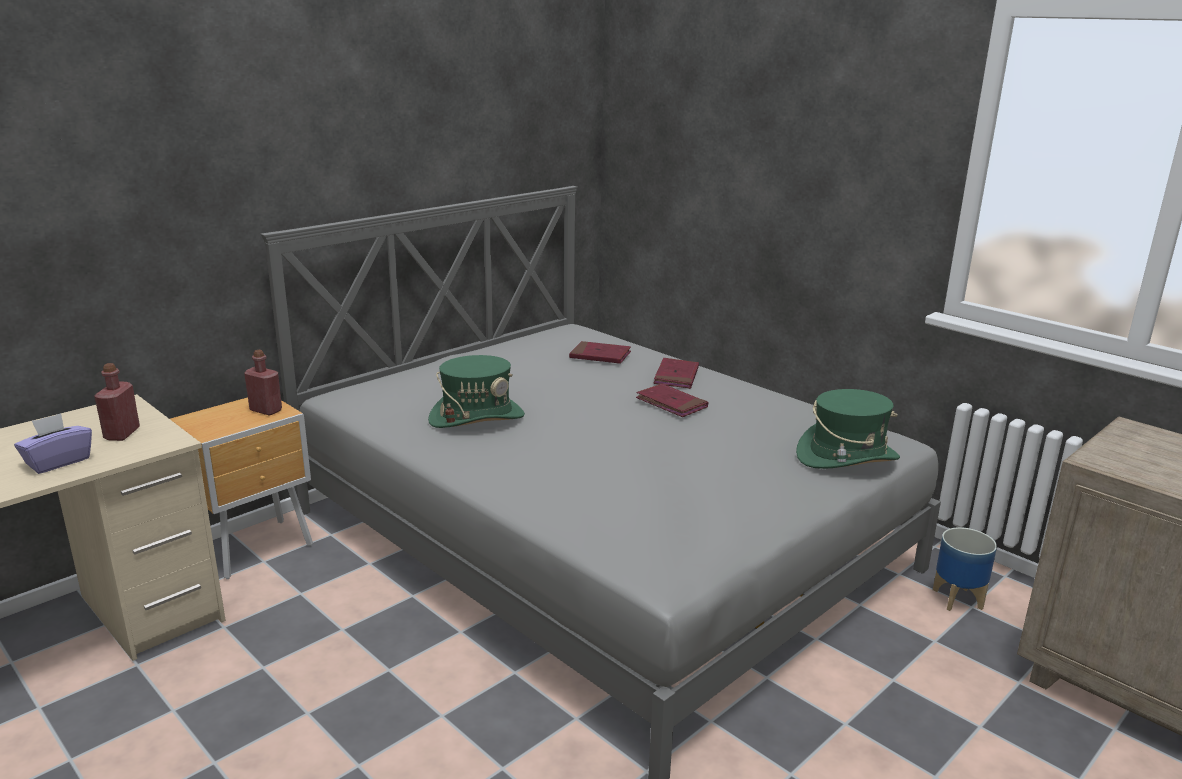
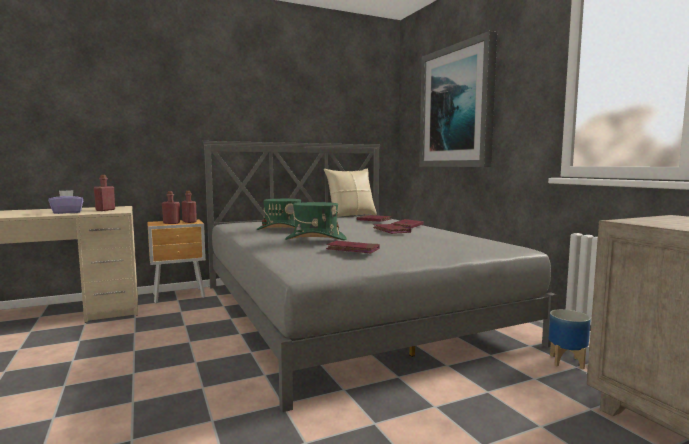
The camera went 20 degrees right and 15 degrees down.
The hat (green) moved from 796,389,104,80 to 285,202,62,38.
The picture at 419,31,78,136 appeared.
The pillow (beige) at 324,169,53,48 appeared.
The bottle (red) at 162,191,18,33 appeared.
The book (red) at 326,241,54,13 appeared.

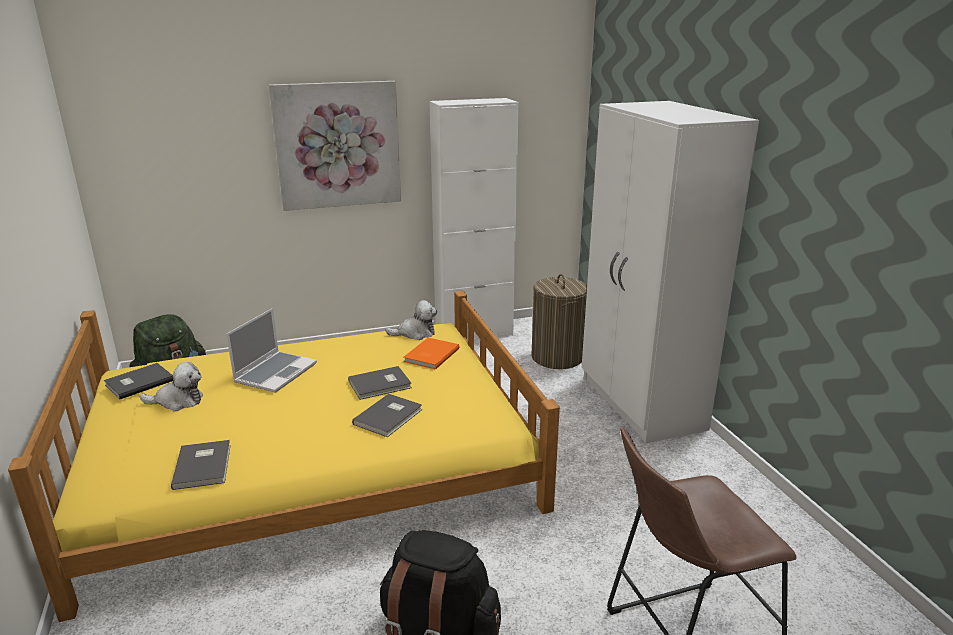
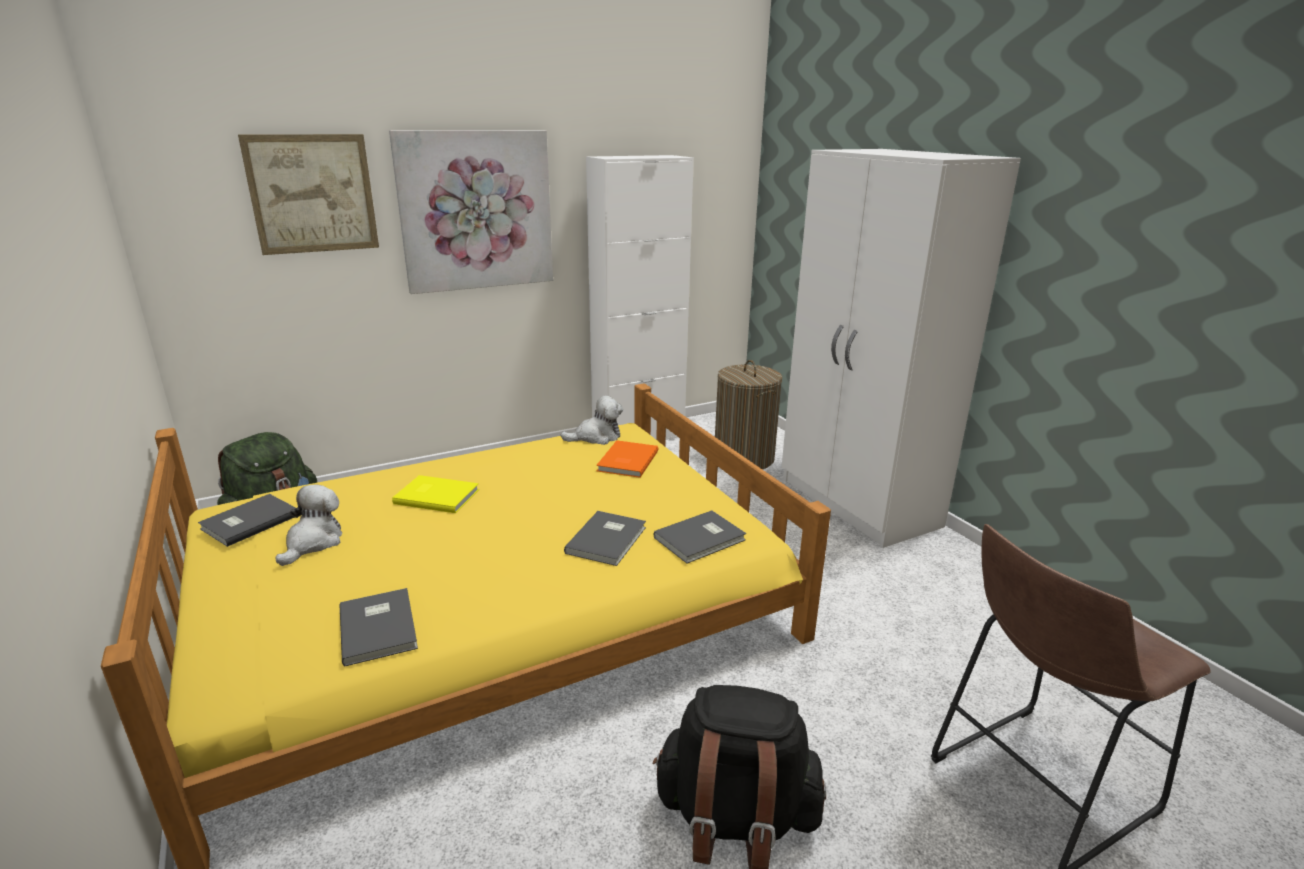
The camera went 10 degrees left and 0 degrees up.
The laptop at 226,308,91,85 was replaced by the book (yellow) at 392,475,87,38.
The plush toy at 139,362,64,49 turned 60 degrees counterclockwise.
The book (grey) moved from 348,366,64,34 to 654,510,92,53.
The picture at 238,134,141,121 appeared.

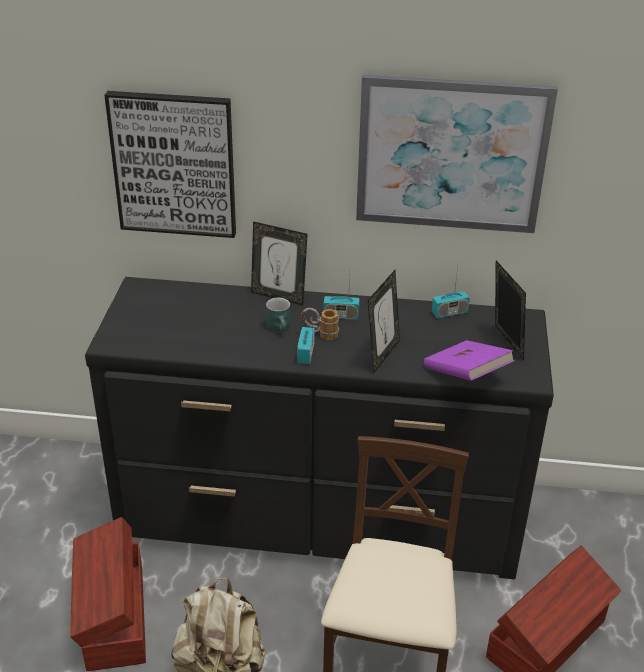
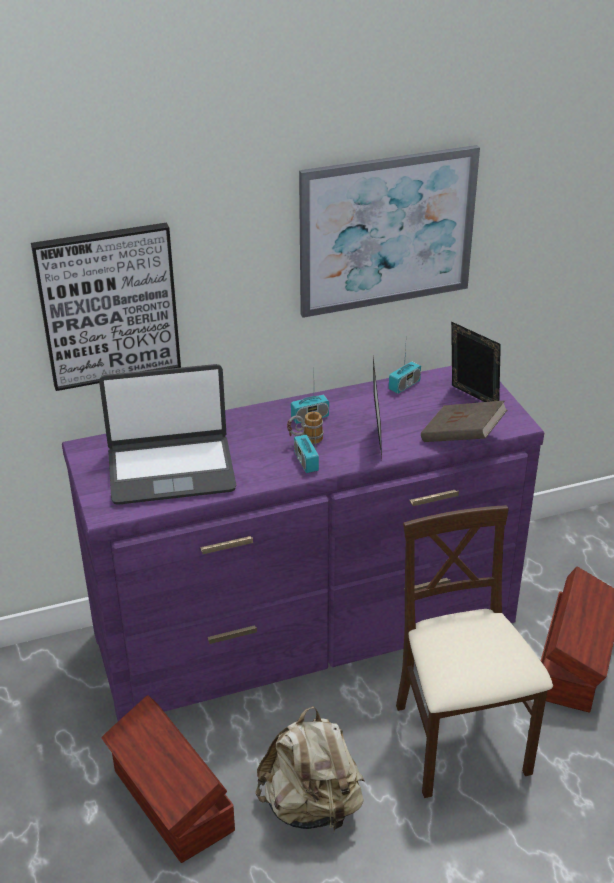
The camera went 25 degrees left and 0 degrees up.
The picture frame at 251,221,57,85 disappeared.
The dresser (black) at 85,277,469,302 became the dresser (purple) at 62,366,482,355.
The mug (turquoise) at 266,298,24,34 disappeared.
The book (purple) at 424,340,91,41 became the book (brown) at 421,401,86,41.
The laptop at 99,364,137,141 appeared.

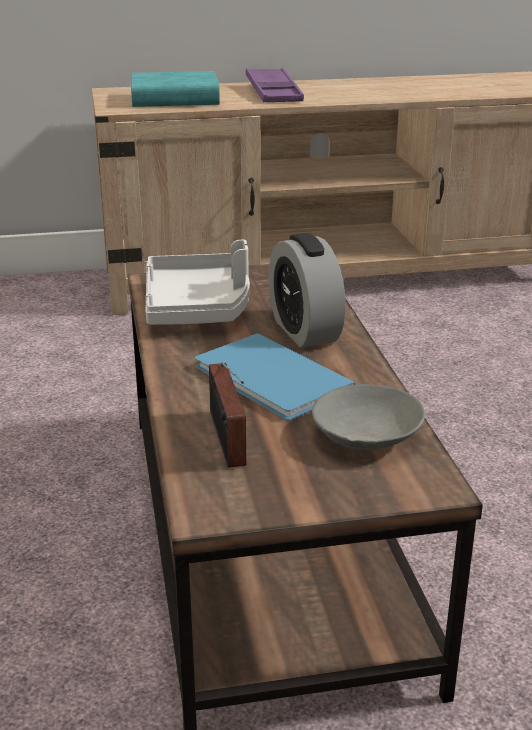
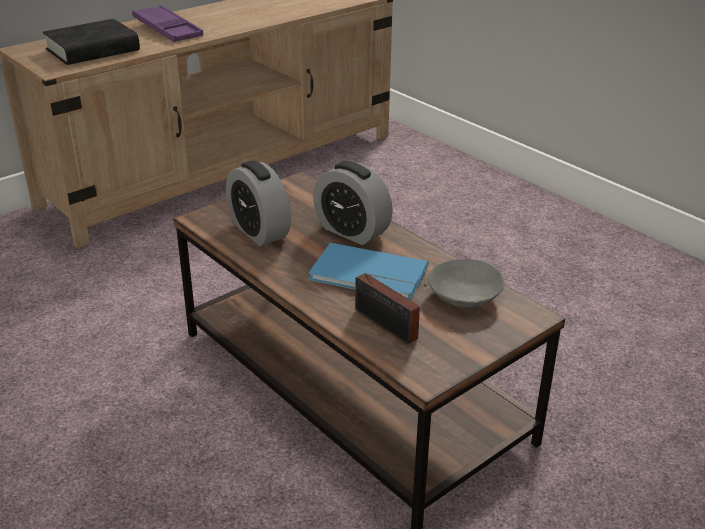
The camera went 30 degrees left and 5 degrees up.
The book (turquoise) at 131,71,89,36 became the book (black) at 43,19,97,46.
The tray (grey) at 145,240,105,85 was replaced by the alarm clock at 226,160,65,86.

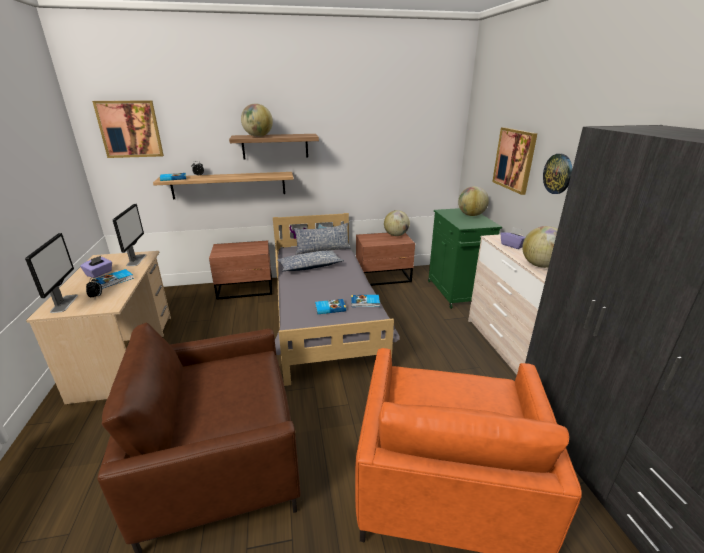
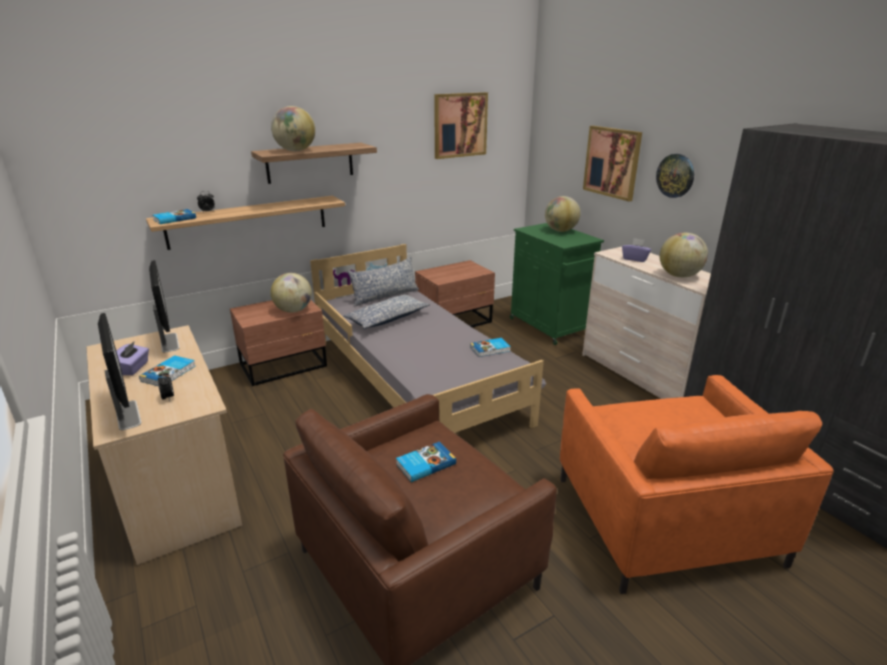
The camera went 20 degrees left and 0 degrees up.
The picture moved from 92,100,72,58 to 434,92,54,67.
The globe moved from 384,210,26,26 to 271,273,41,40.
The book moved from 315,299,31,15 to 396,441,60,41.

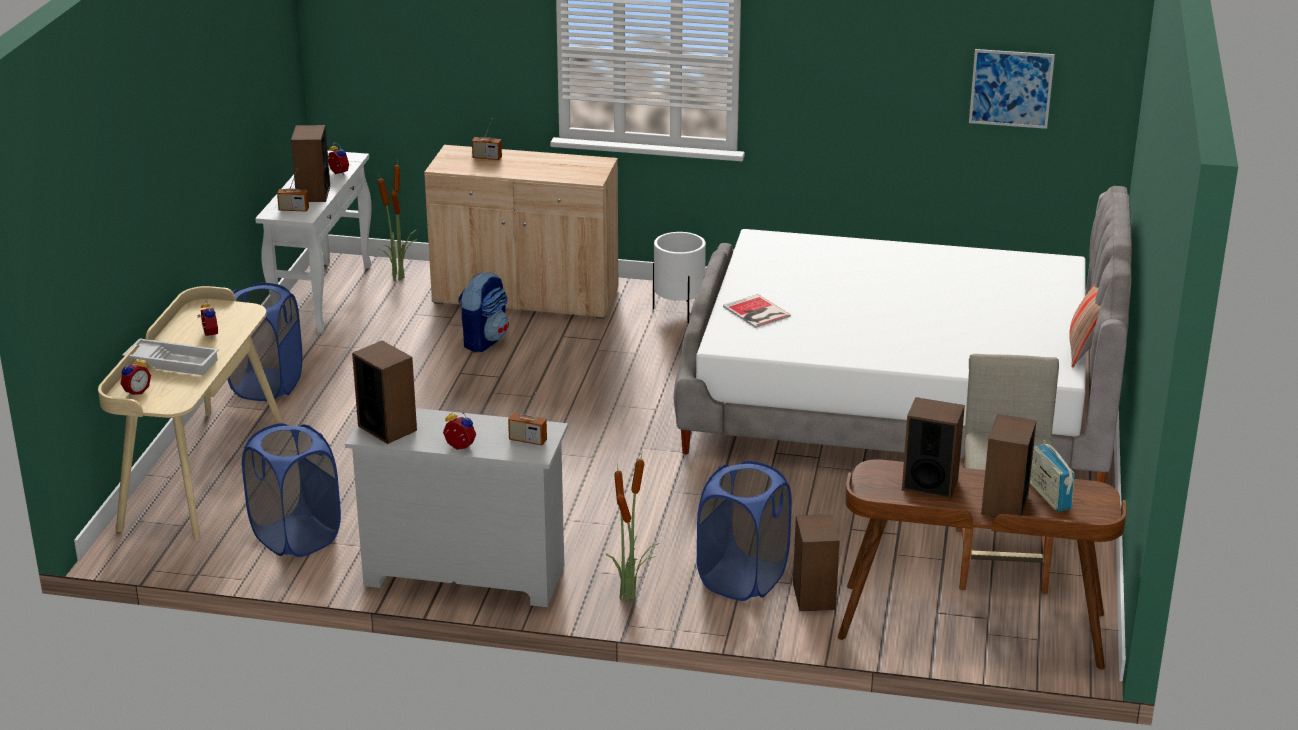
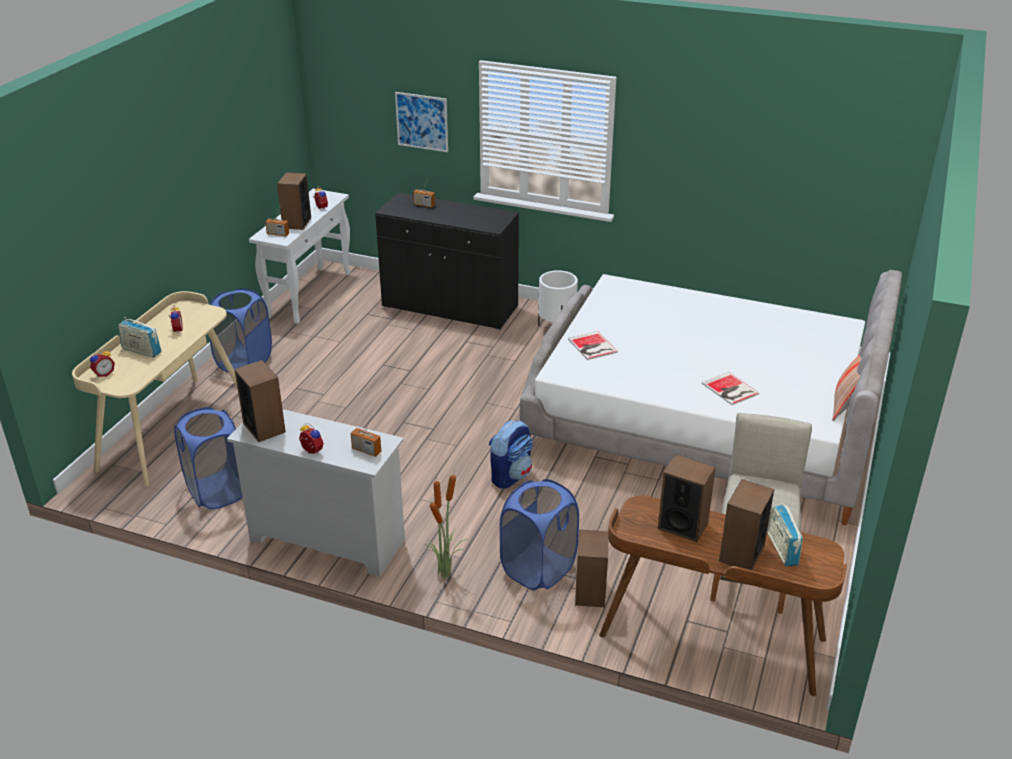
The camera went 10 degrees right and 5 degrees up.
The picture moved from 969,49,86,80 to 395,92,53,60.
The cabinet (beige) at 424,145,195,174 became the cabinet (black) at 375,193,144,137.
The potted plant at 378,159,39,122 disappeared.
The backpack moved from 458,271,51,81 to 489,421,44,68.
The tray (white) at 122,338,97,37 was replaced by the radio at 118,317,44,41.
The book at 702,372,58,33 appeared.

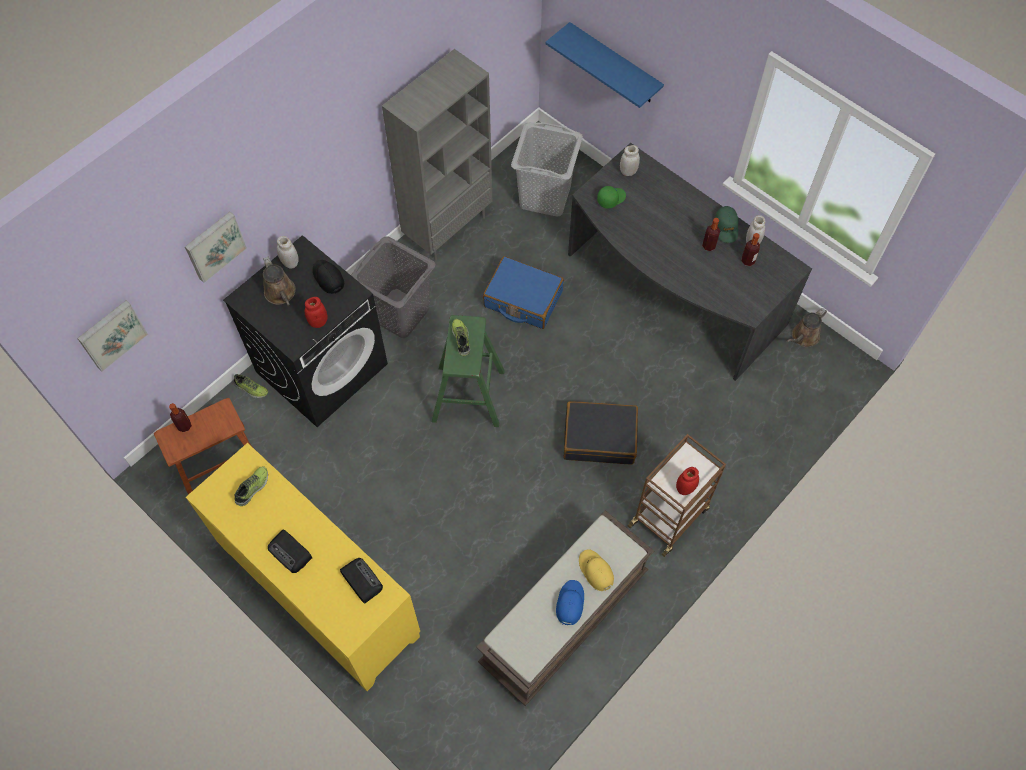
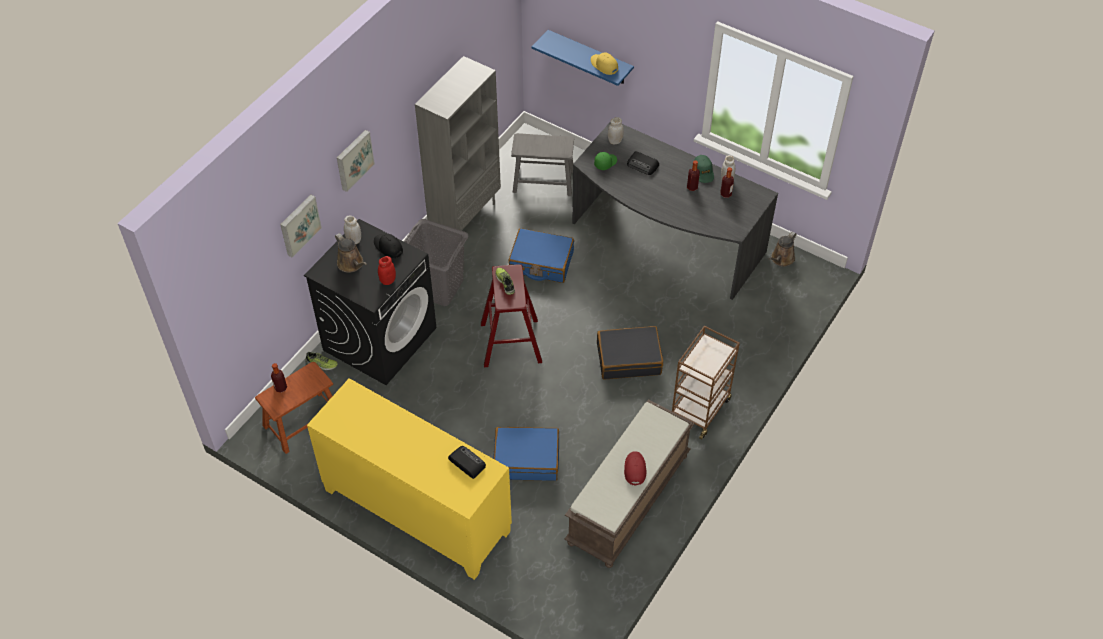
The camera went 10 degrees left and 10 degrees down.
The laundry basket (grey) at 511,122,72,95 was replaced by the stool (grey) at 511,133,63,63.
The picture moved from 77,301,71,70 to 337,130,38,62.
The stool (green) at 432,315,73,112 became the stool (red) at 481,264,61,103.
The shoe at 234,466,34,40 disappeared.
The jar (red) at 676,467,23,28 disappeared.
The radio moved from 268,530,44,43 to 627,151,32,24.
The cap (yellow) moved from 579,549,35,42 to 591,52,27,23.
The cap (blue) at 556,580,28,45 became the cap (red) at 624,451,23,34.
The suitcase (blue) at 493,427,66,54 appeared.

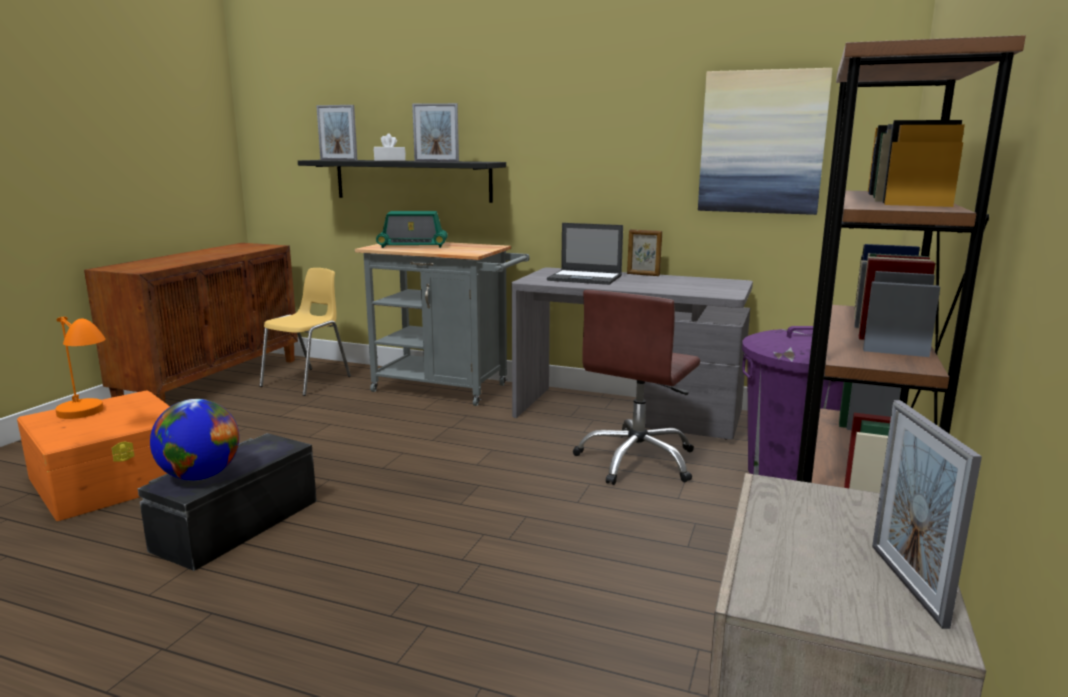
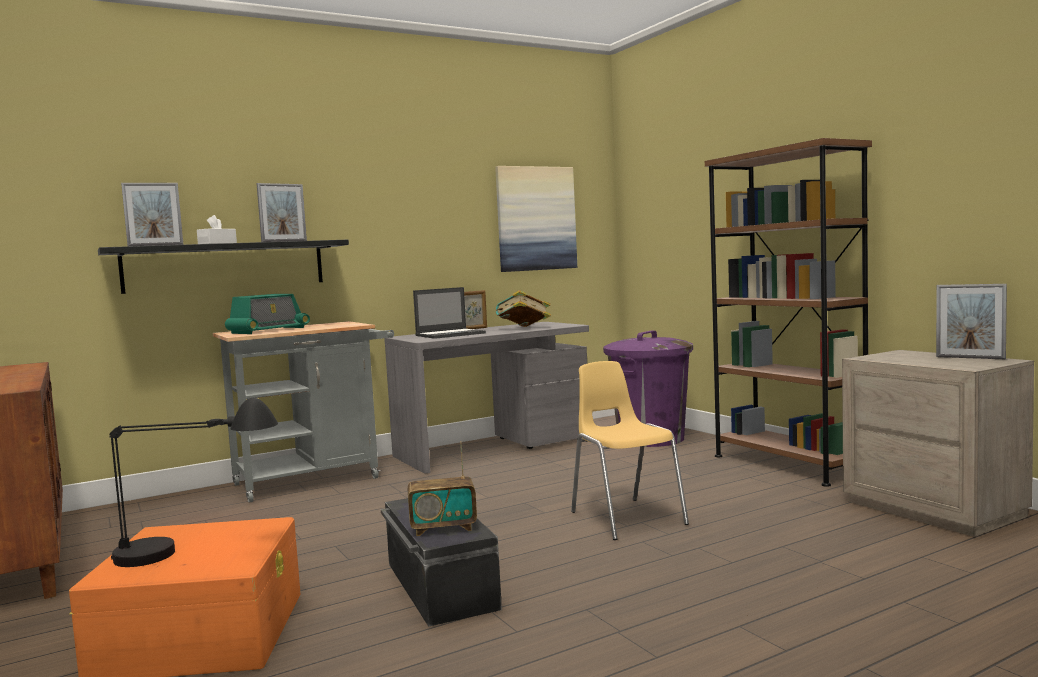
The camera went 50 degrees left and 10 degrees down.
The chair (yellow) moved from 260,268,91,128 to 571,361,118,179.
The office chair (brown) at 573,290,127,195 disappeared.
The table lamp (orange) at 55,316,51,103 became the table lamp (black) at 109,398,169,169.
The globe at 150,399,89,82 was replaced by the radio at 408,441,69,95.
The book at 496,290,55,37 appeared.

